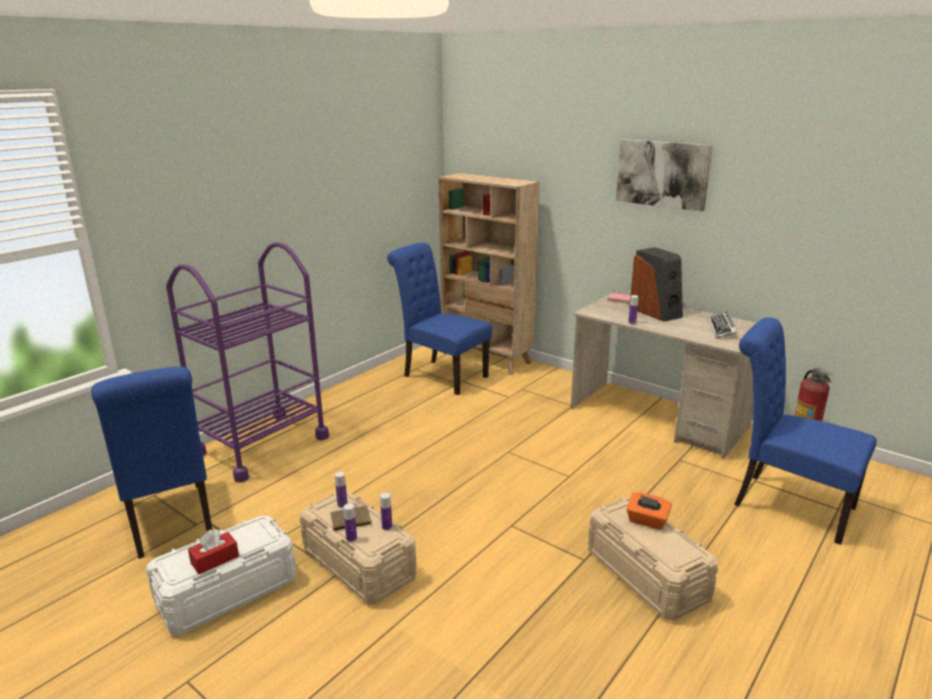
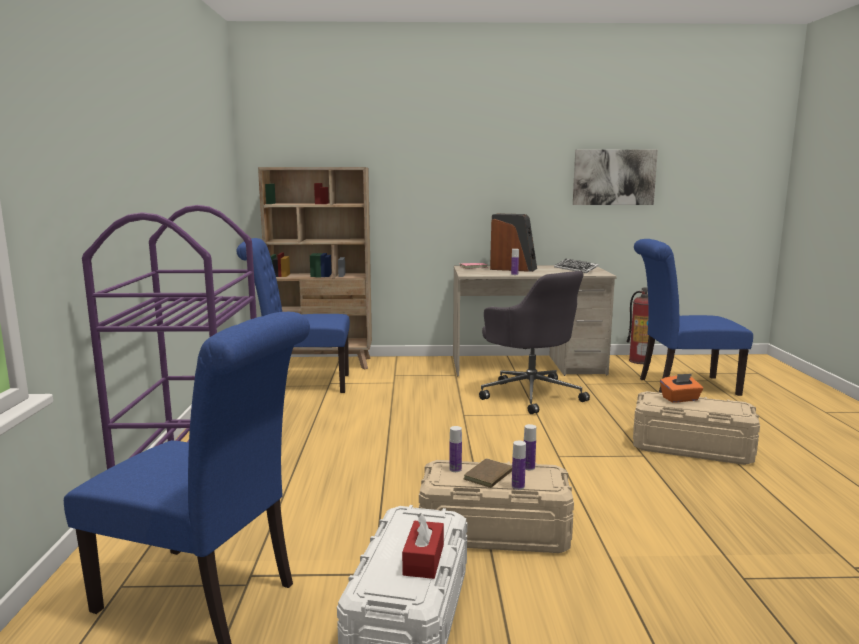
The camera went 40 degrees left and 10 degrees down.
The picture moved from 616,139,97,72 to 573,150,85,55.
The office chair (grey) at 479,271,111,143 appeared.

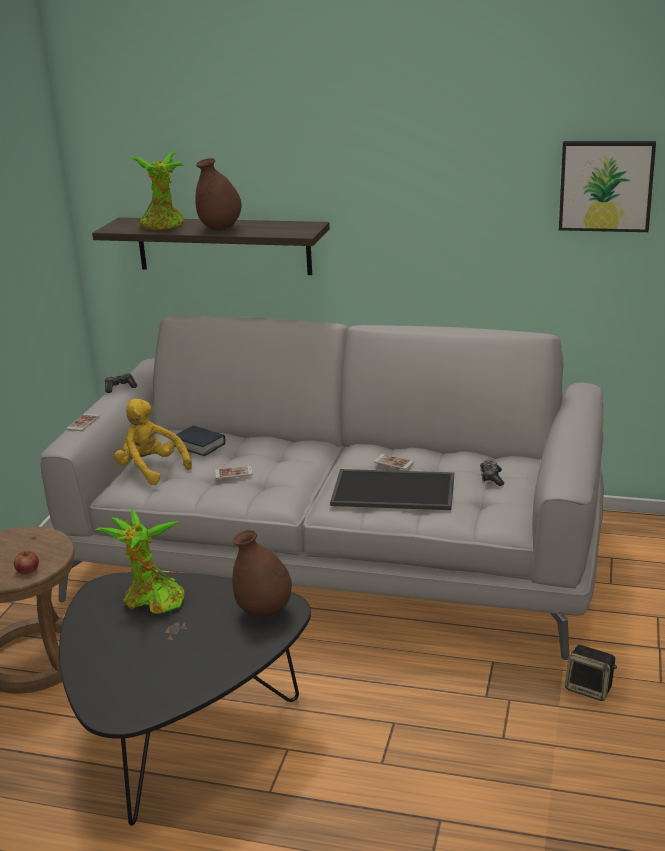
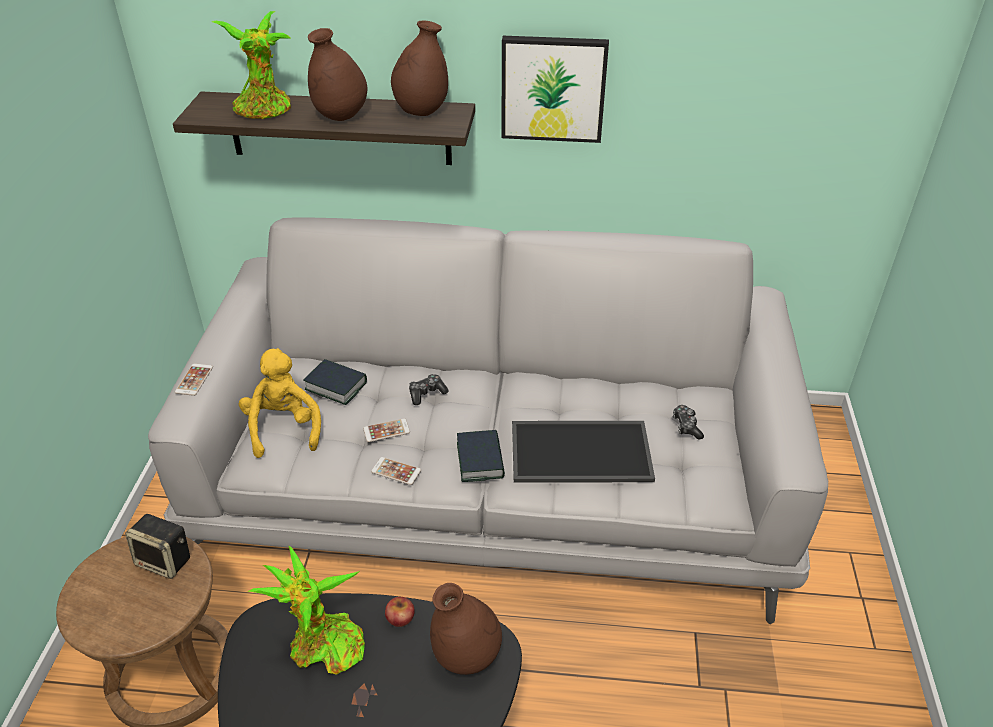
The camera went 10 degrees left and 15 degrees up.
The picture moved from 559,141,97,91 to 501,36,108,107.
The game controller moved from 105,374,32,19 to 409,374,39,31.
The plush toy (yellow) at 114,399,78,86 turned 45 degrees clockwise.
The phone moved from 374,454,40,16 to 371,457,50,28.
The apple moved from 14,551,25,23 to 385,597,30,30.
The speaker moved from 565,645,52,56 to 125,514,65,65.
The vase (brown) at 391,21,57,95 appeared.
The book at 457,430,48,52 appeared.

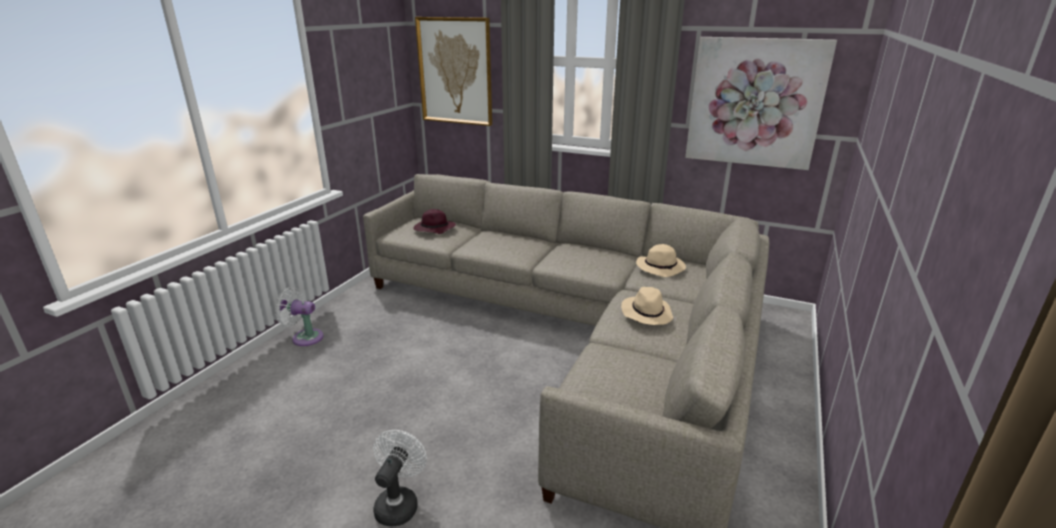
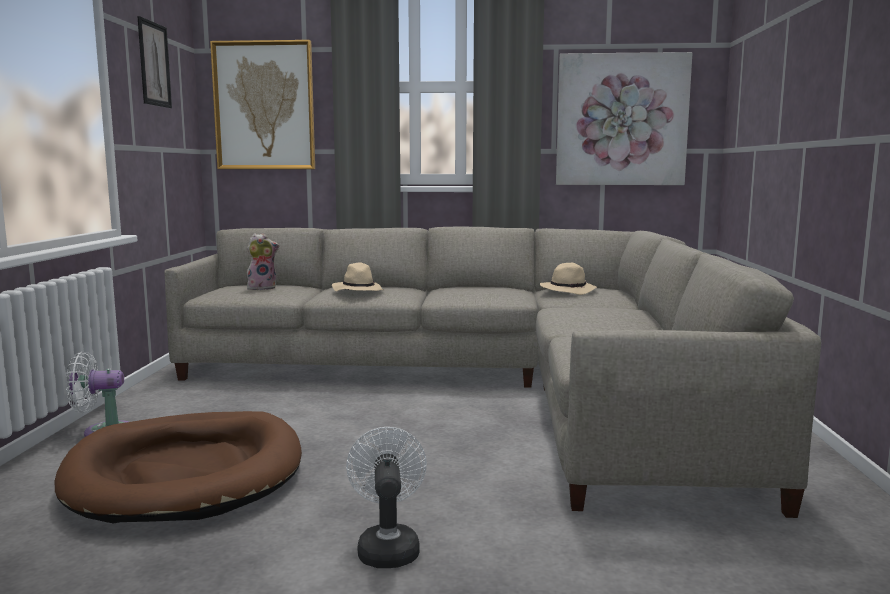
The camera went 20 degrees left and 15 degrees down.
The hat (purple) at 413,209,43,25 was replaced by the plush toy at 247,233,32,57.
The hat (beige) moved from 621,287,52,38 to 332,263,52,29.
The picture at 137,16,35,92 appeared.
The dog bed (brown) at 55,411,247,112 appeared.

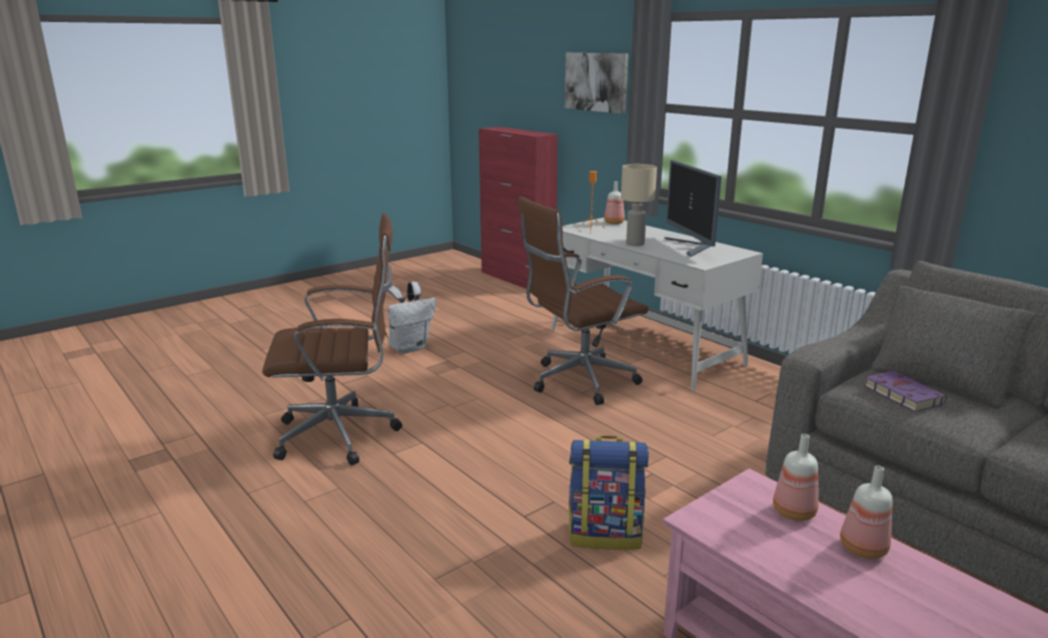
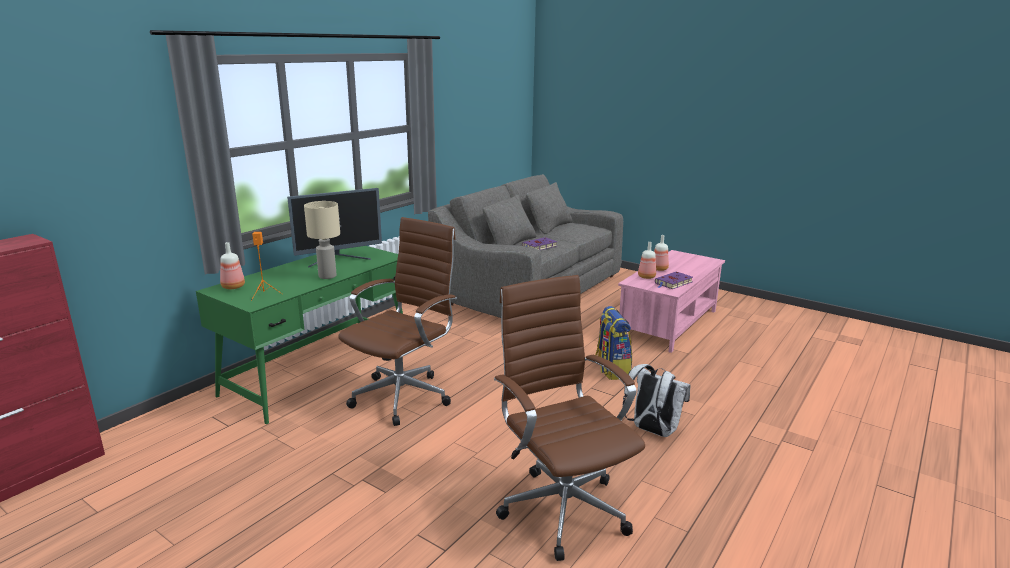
The camera went 105 degrees left and 0 degrees up.
The picture at 565,53,64,61 disappeared.
The office chair (brown) at 517,196,132,209 turned 105 degrees counterclockwise.
The desk (white) at 551,218,212,173 became the desk (green) at 196,246,207,178.
The backpack (white) moved from 383,282,53,72 to 623,364,68,73.
The book (purple) at 655,272,38,17 appeared.

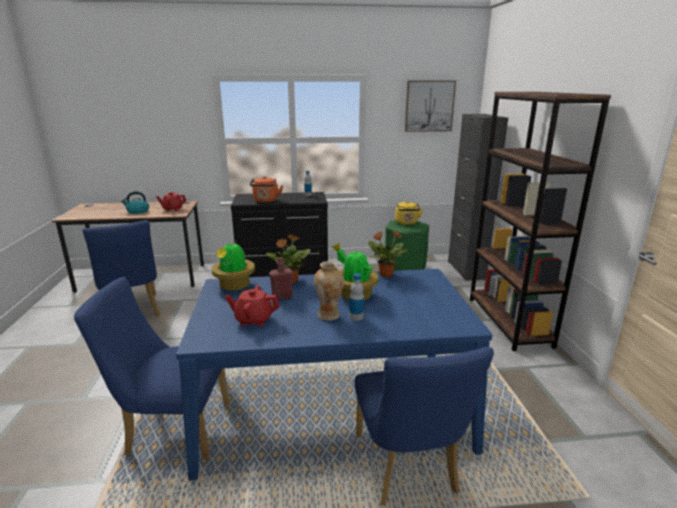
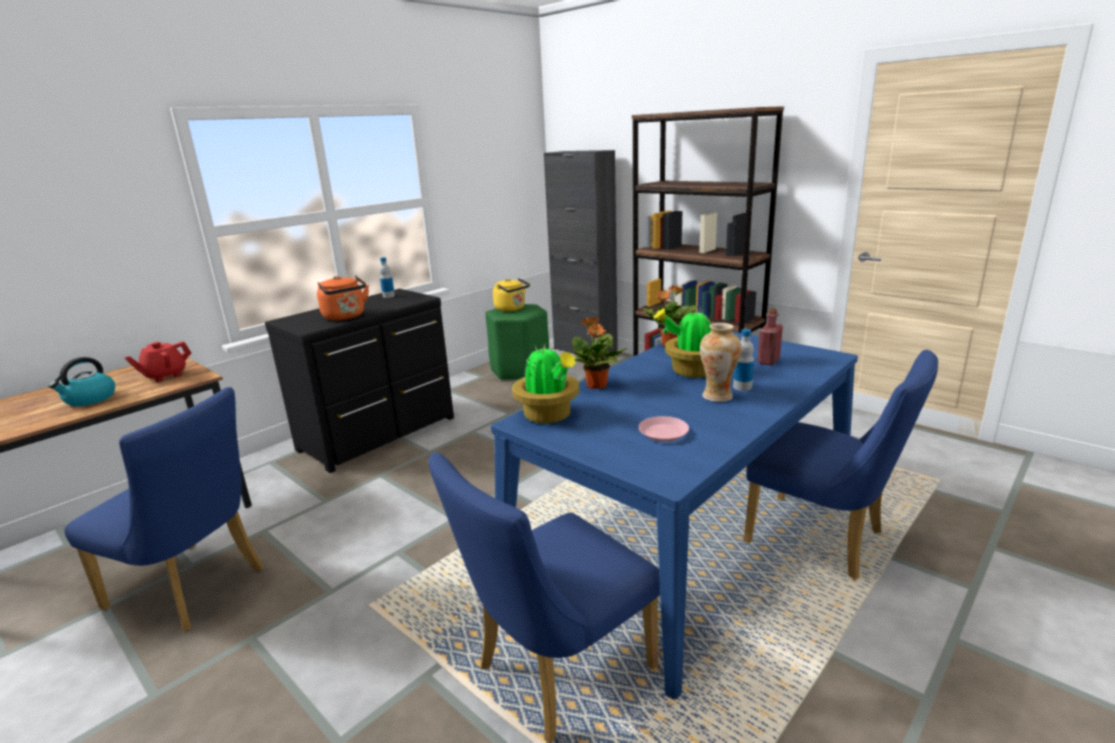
The camera went 40 degrees left and 0 degrees up.
The picture at 405,81,51,51 disappeared.
The bottle (red) moved from 269,257,24,43 to 757,308,26,58.
The teapot (red) at 225,285,55,41 was replaced by the plate (pink) at 638,416,51,26.

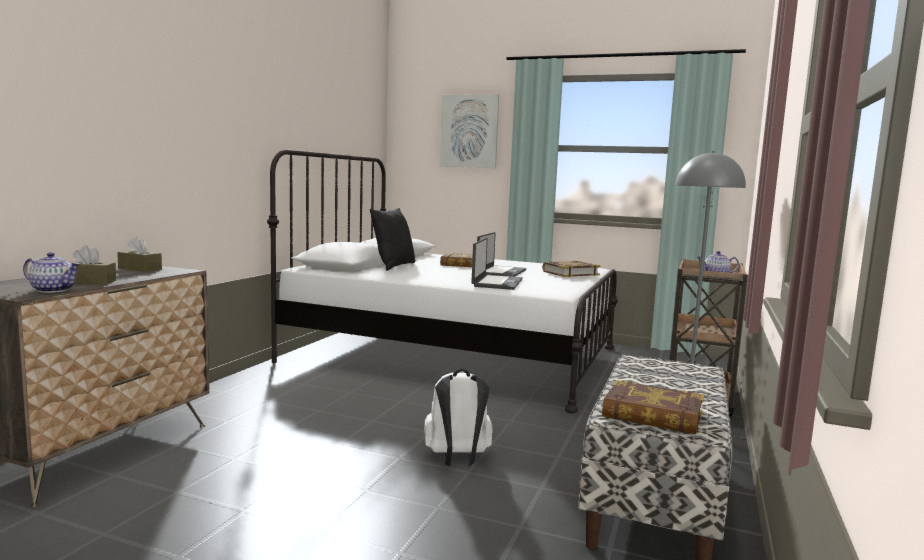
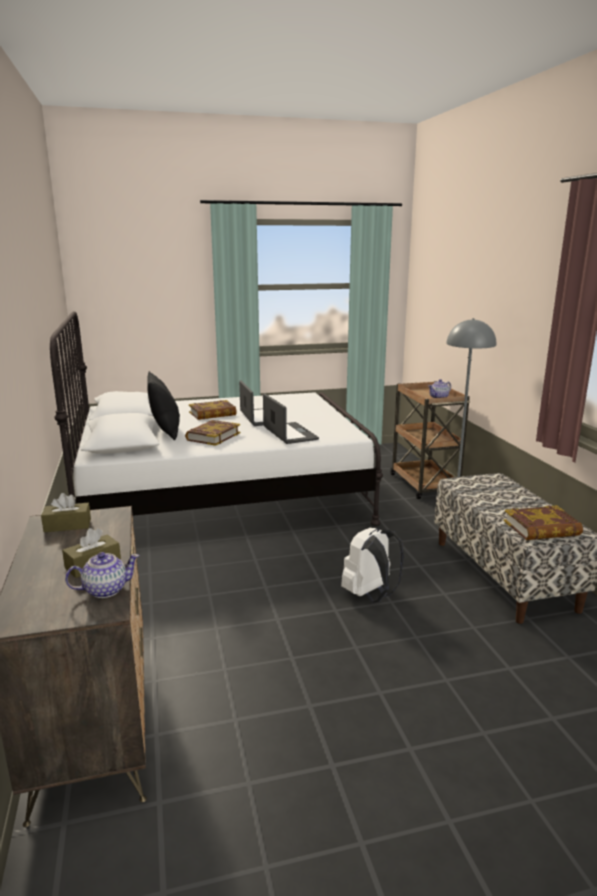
The camera went 35 degrees left and 10 degrees up.
The picture at 440,94,59,74 disappeared.
The book moved from 542,261,58,16 to 185,420,55,26.

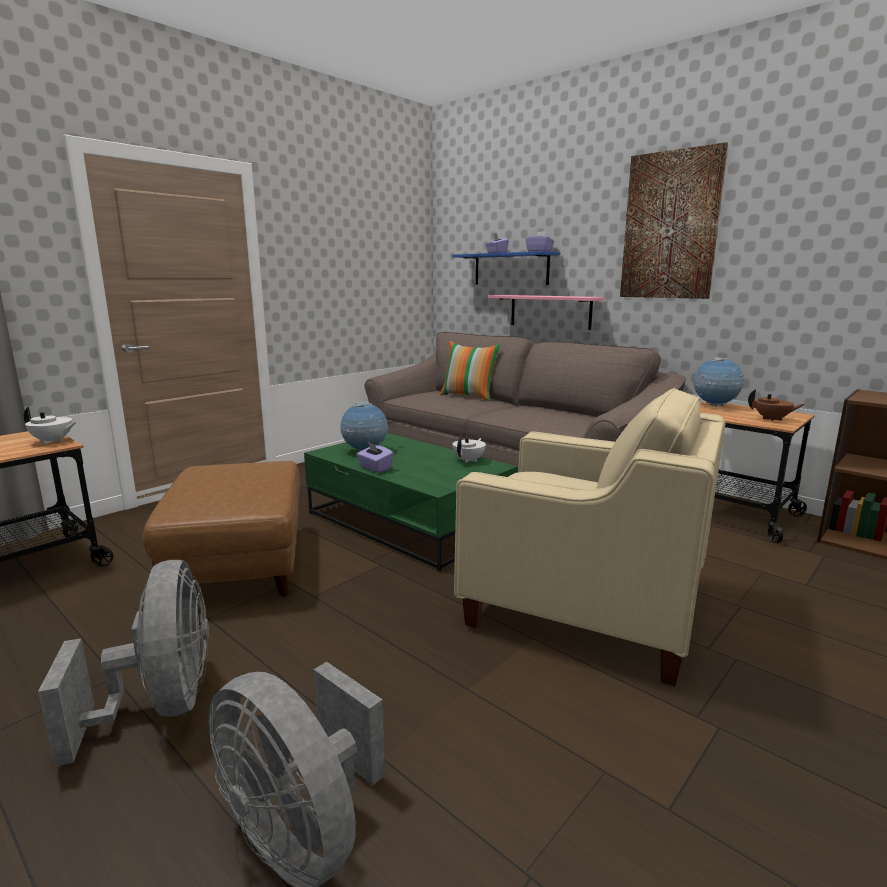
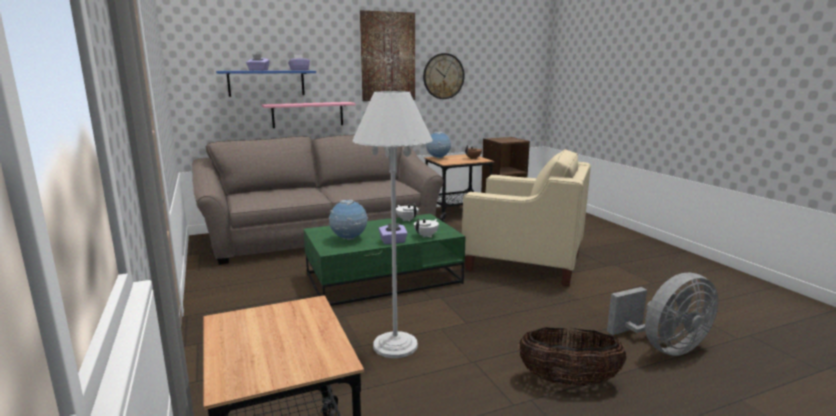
The camera went 65 degrees left and 0 degrees up.
The pillow at 440,341,60,60 disappeared.
The armchair (beige) at 454,388,271,298 turned 60 degrees clockwise.
The teapot (white) moved from 24,407,52,37 to 414,218,25,20.
The ottoman (brown) at 142,461,158,136 was replaced by the floor lamp (white) at 352,91,81,267.
The fan (grey) at 38,560,171,206 was replaced by the basket at 518,327,109,59.
The wall clock at 423,53,42,46 appeared.

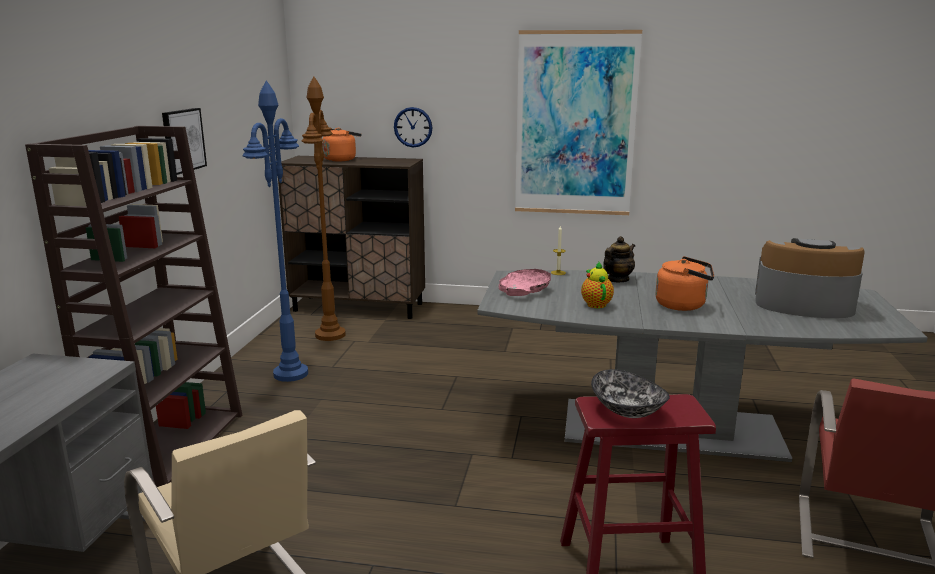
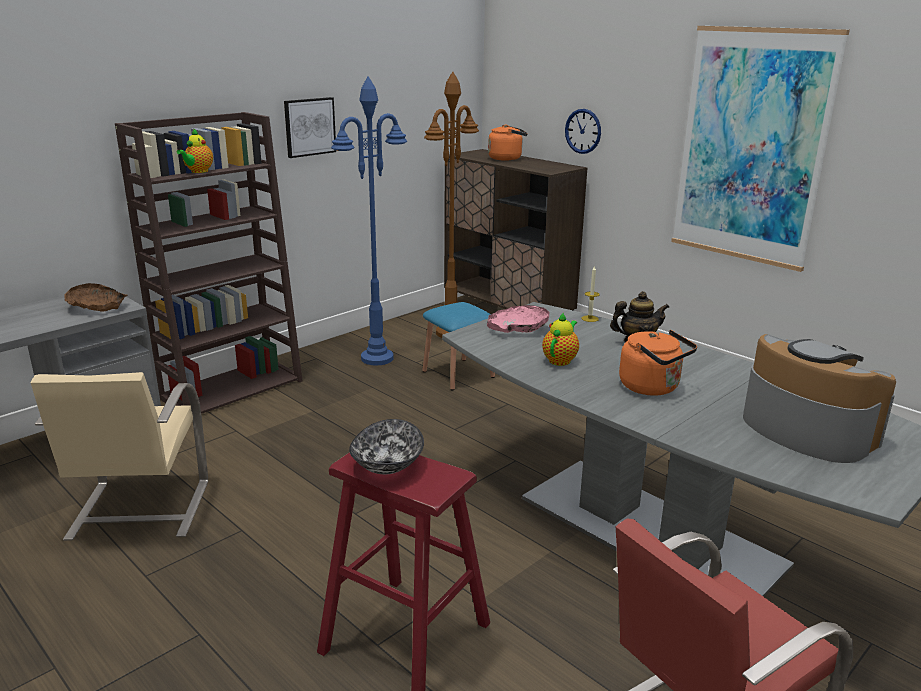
The camera went 35 degrees right and 5 degrees up.
The teapot at 176,128,37,45 appeared.
The bowl (brown) at 64,283,63,29 appeared.
The stool (blue) at 422,302,73,88 appeared.

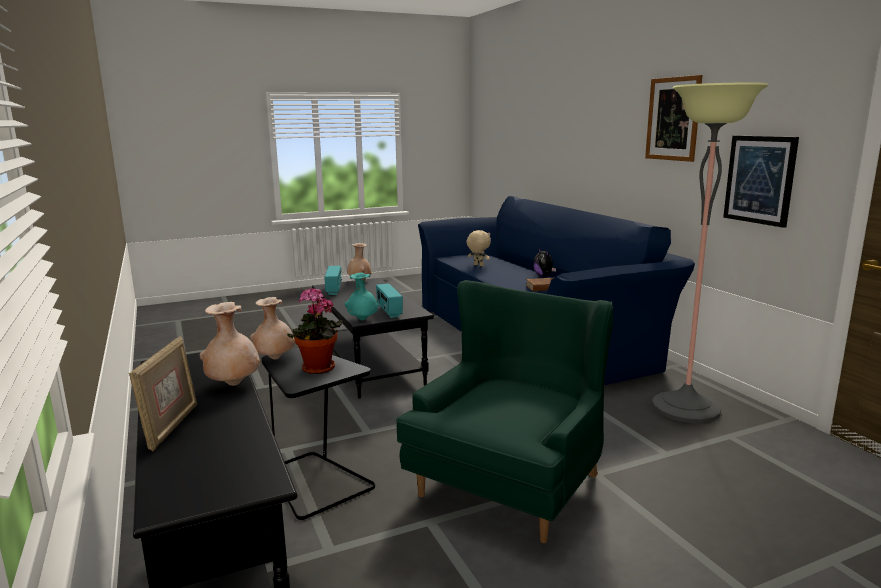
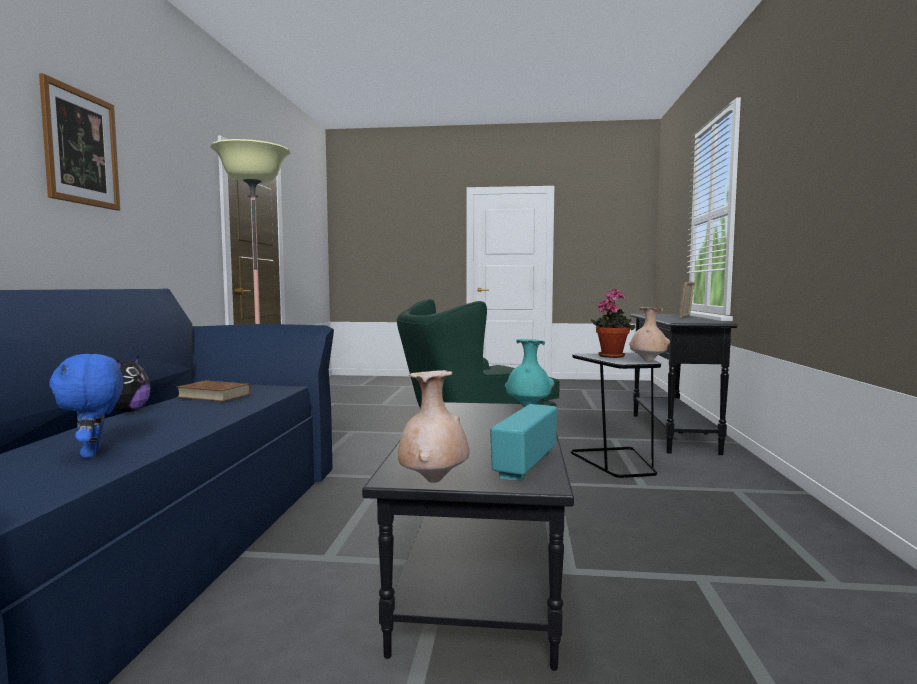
The camera went 150 degrees left and 10 degrees down.
The picture at 723,135,76,93 disappeared.
The plush toy (beige) at 467,230,24,36 became the plush toy (blue) at 49,354,74,104.
The radio at 376,284,27,34 disappeared.
The vase (beige) at 200,302,61,84 disappeared.

